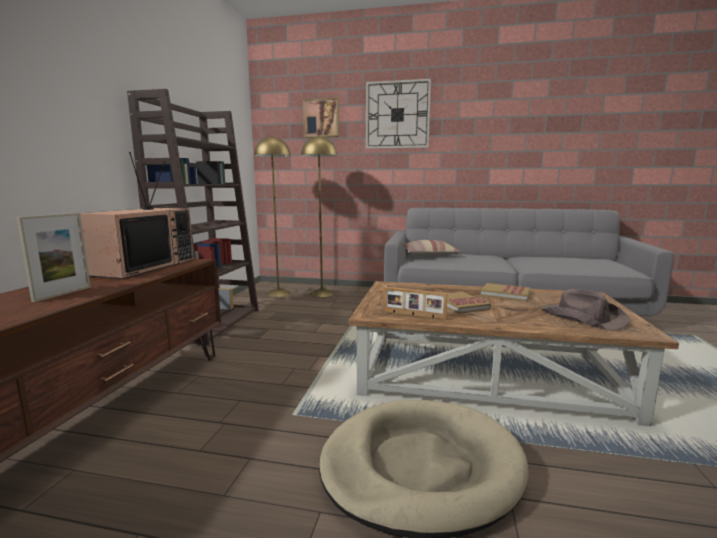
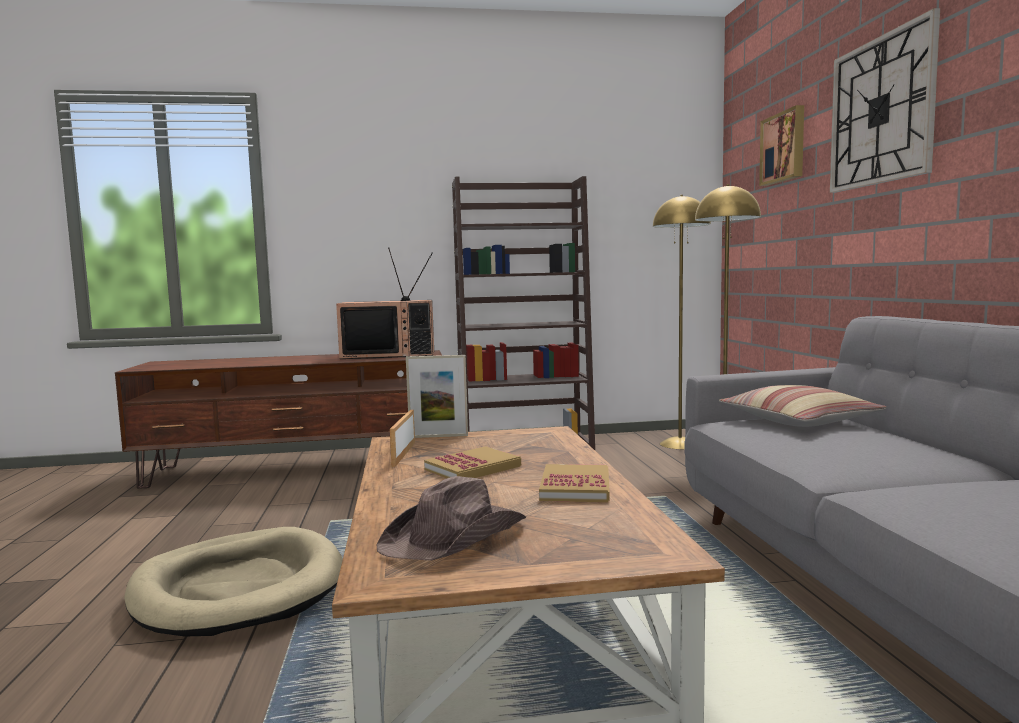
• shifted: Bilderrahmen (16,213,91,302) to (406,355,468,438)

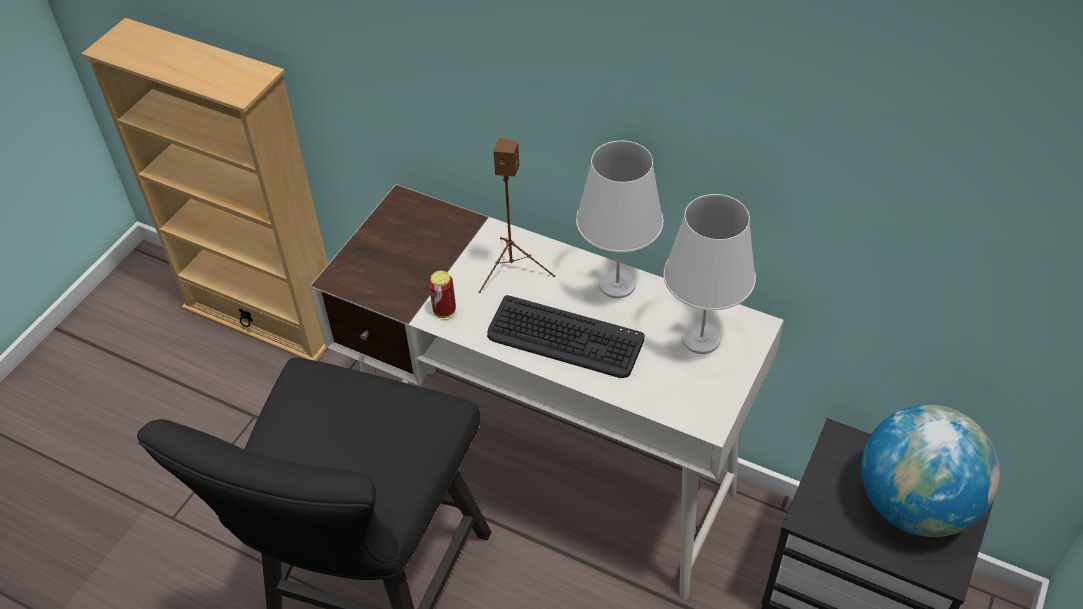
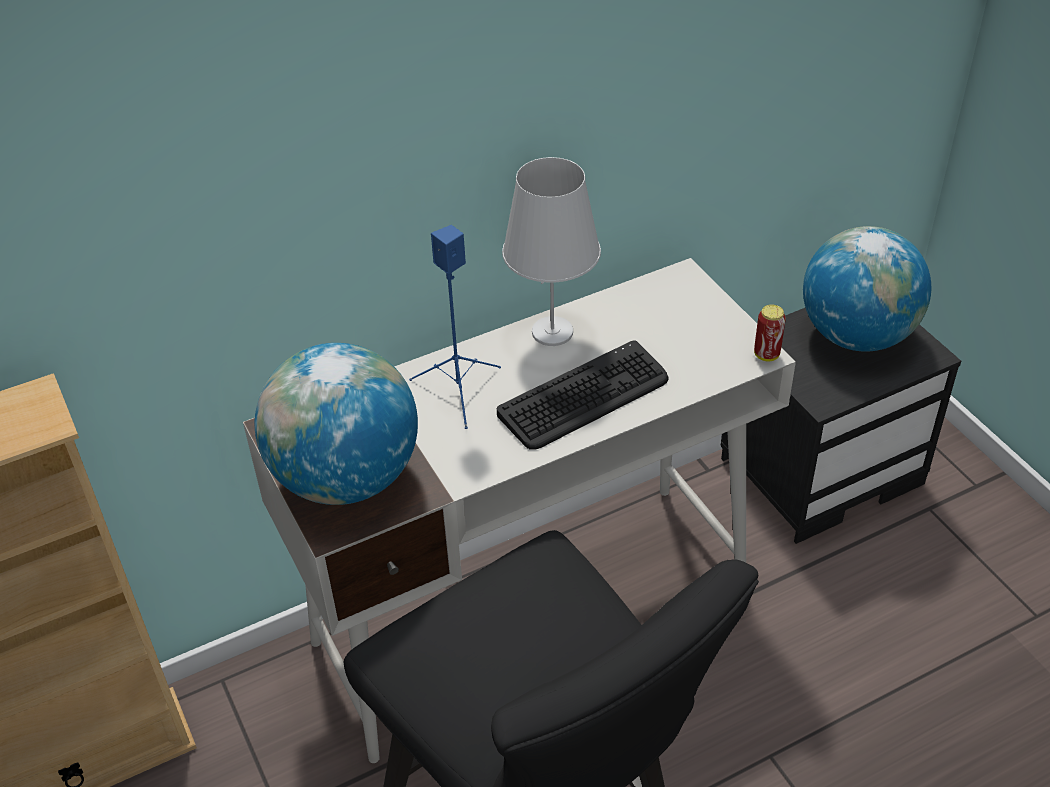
• gone: Tischlampe [weiß] (663,194,756,354)
• new: Globus (255,343,418,505)
• shifted: Dose (429,271,456,318) to (754,305,786,361)
• repainted: Lautsprecher [braun] (479,138,555,293) to Lautsprecher [blau] (409,225,501,429)

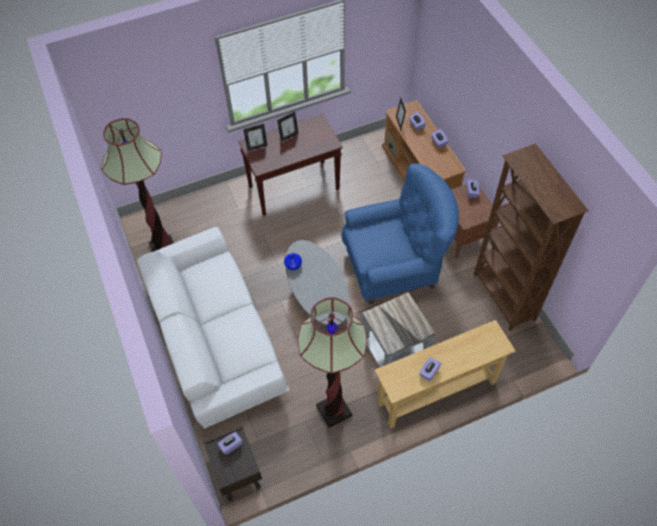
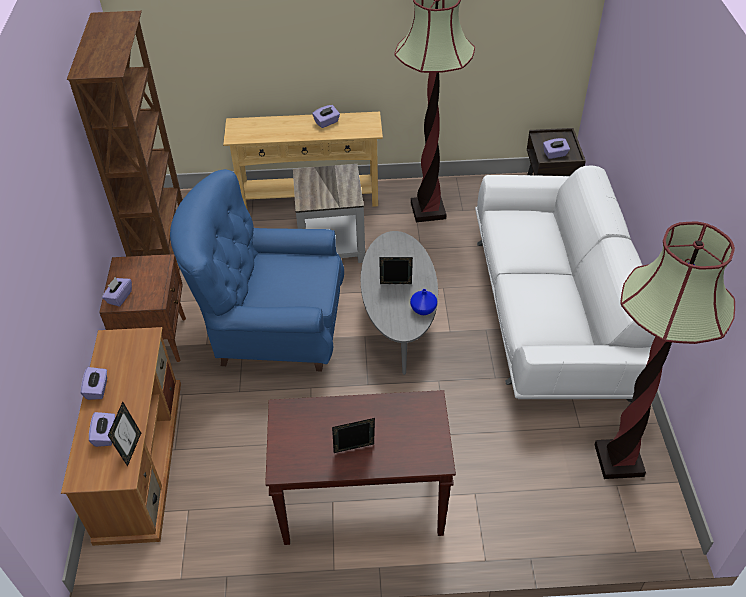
• shifted: Bilderrahmen (243,124,267,151) to (379,257,413,284)

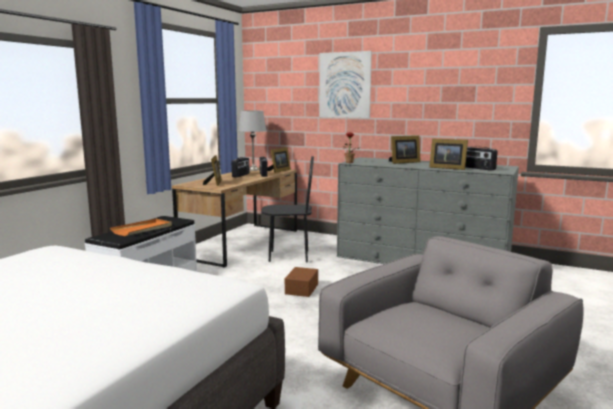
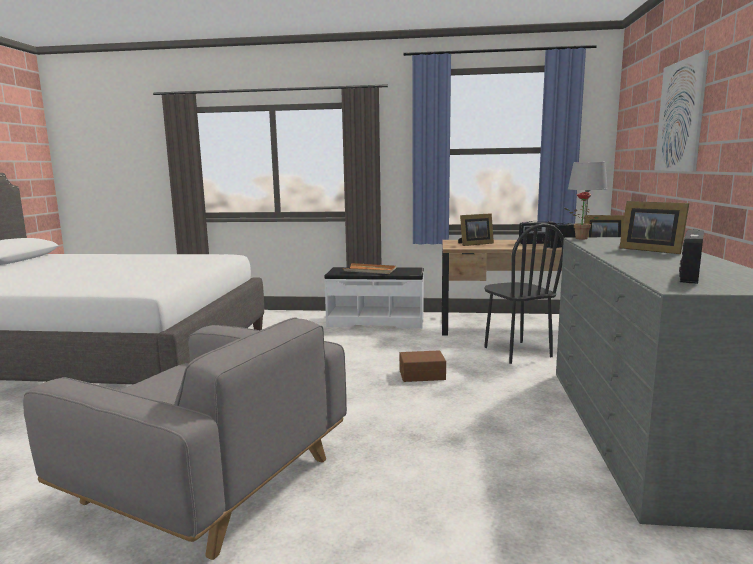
• gone: Bilderrahmen (429,138,468,170)

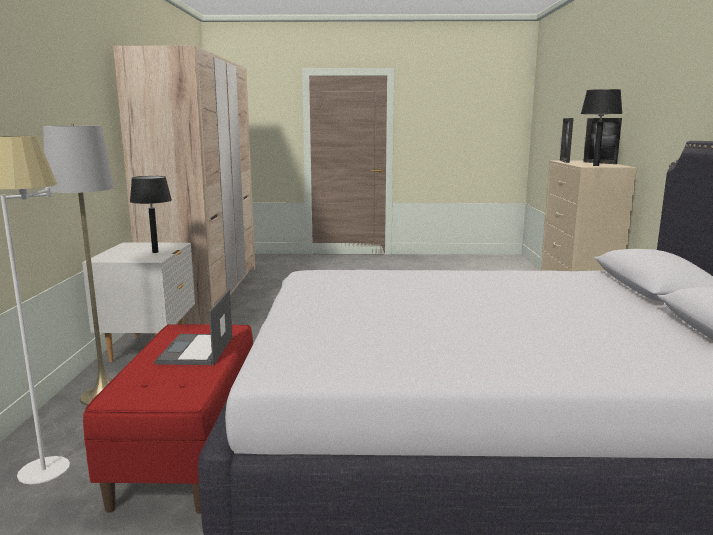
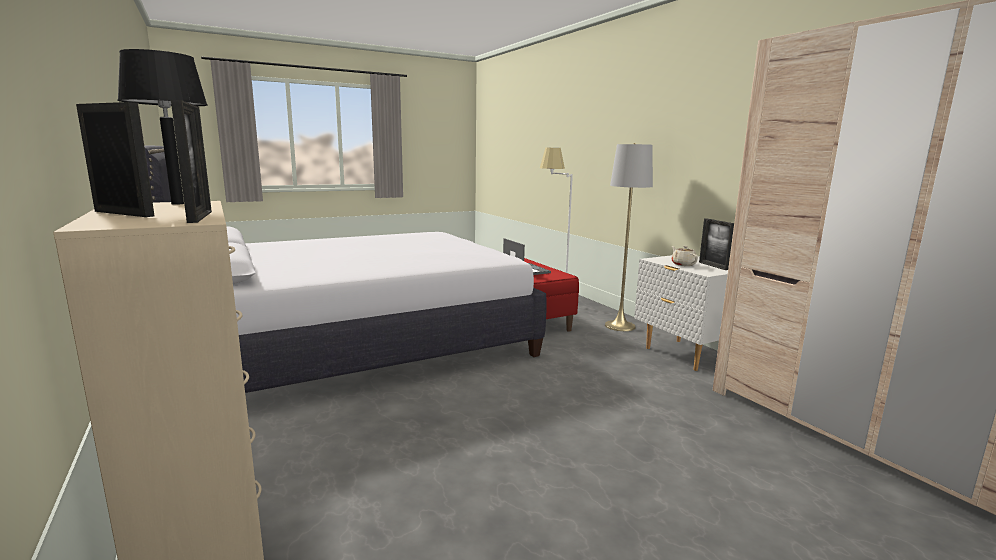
• new: Bilderrahmen (699,219,734,270)
• swapped: Tischlampe [schwarz] (130,176,172,253) to Teekanne [beige] (671,246,698,266)

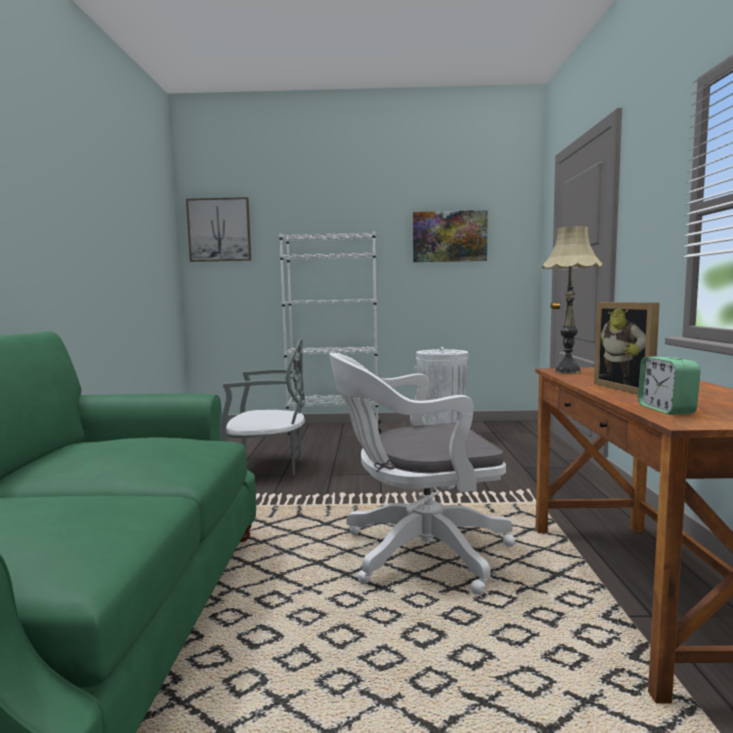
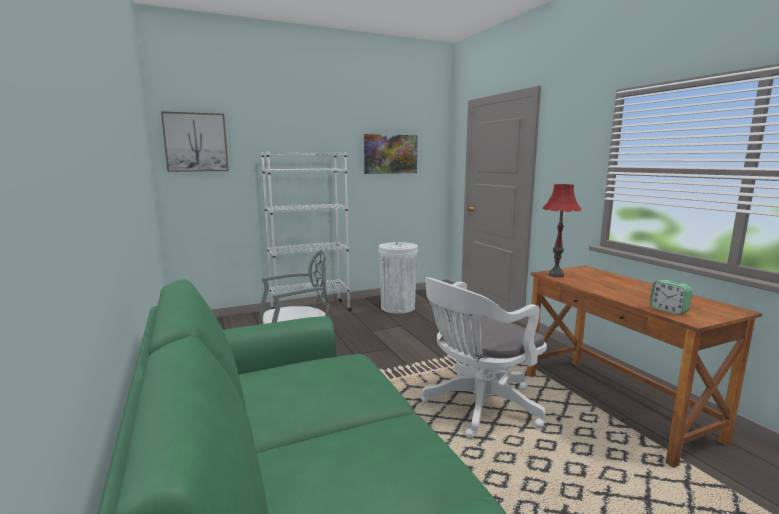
• gone: Bilderrahmen (594,302,660,395)
• repainted: Tischlampe [beige] (542,226,602,374) to Tischlampe [rot] (543,184,582,277)

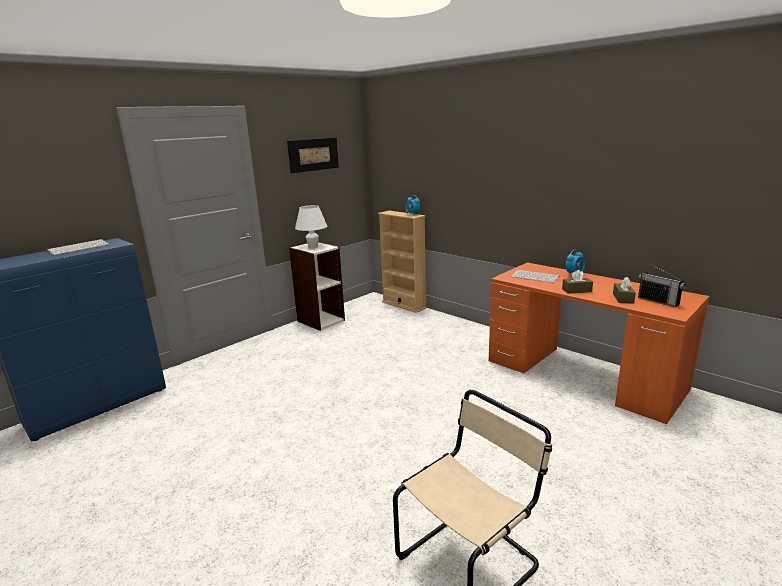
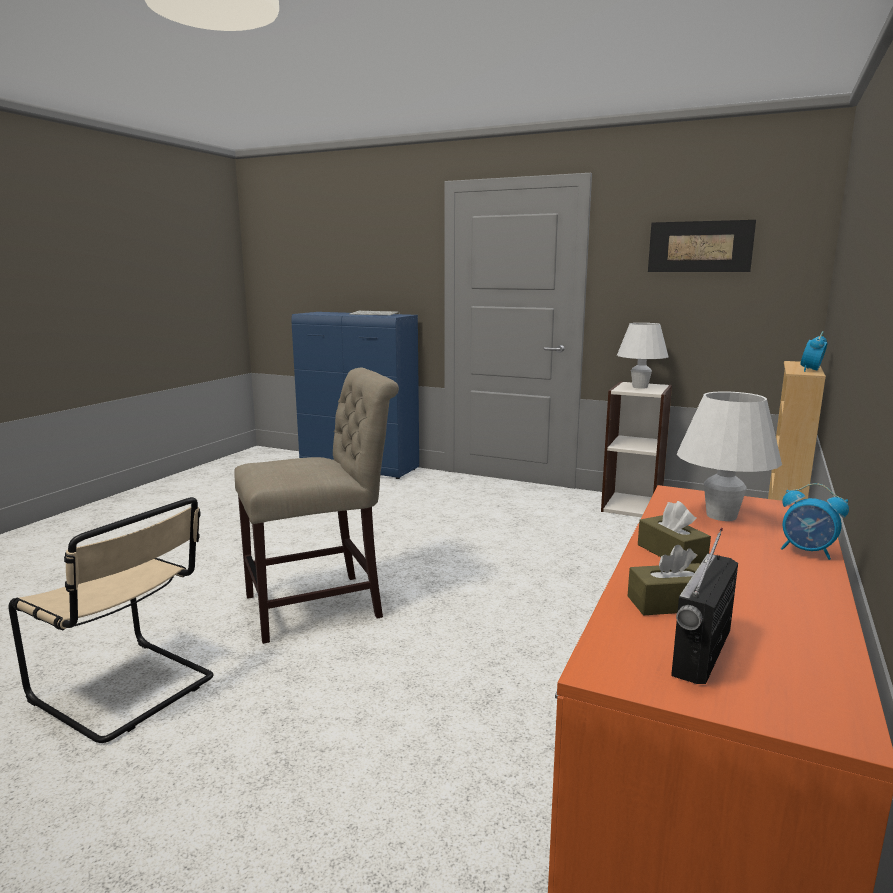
• new: Stuhl [beige] (234,368,399,644)
• swapped: Tastatur (511,270,560,283) to Tischlampe [weiß] (677,391,782,521)

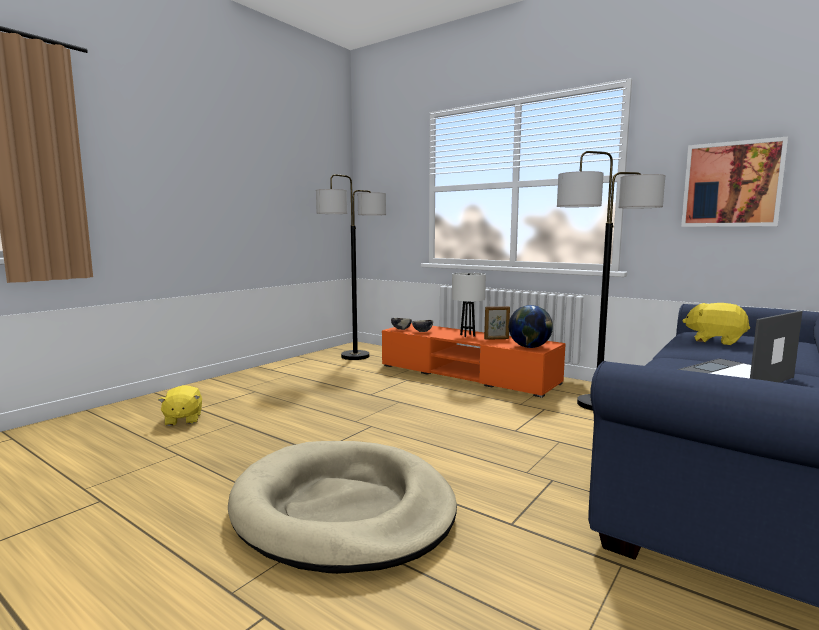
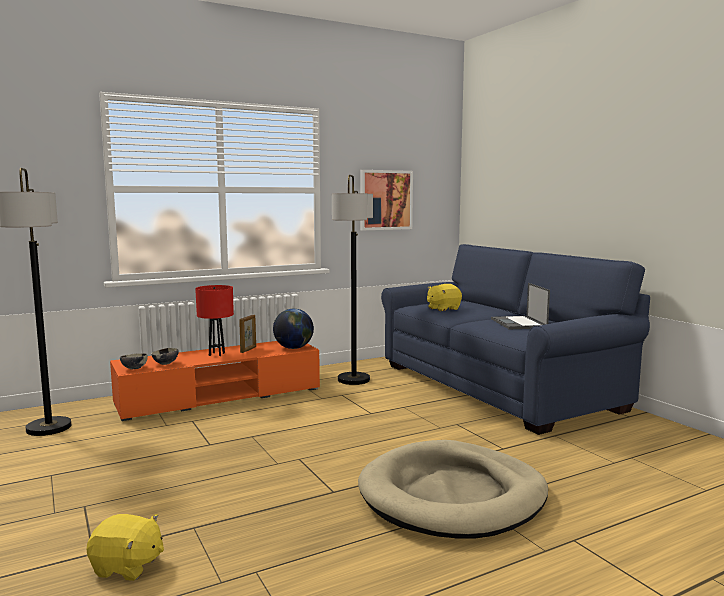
• repainted: Tischlampe [weiß] (452,272,486,337) to Tischlampe [rot] (195,285,234,356)

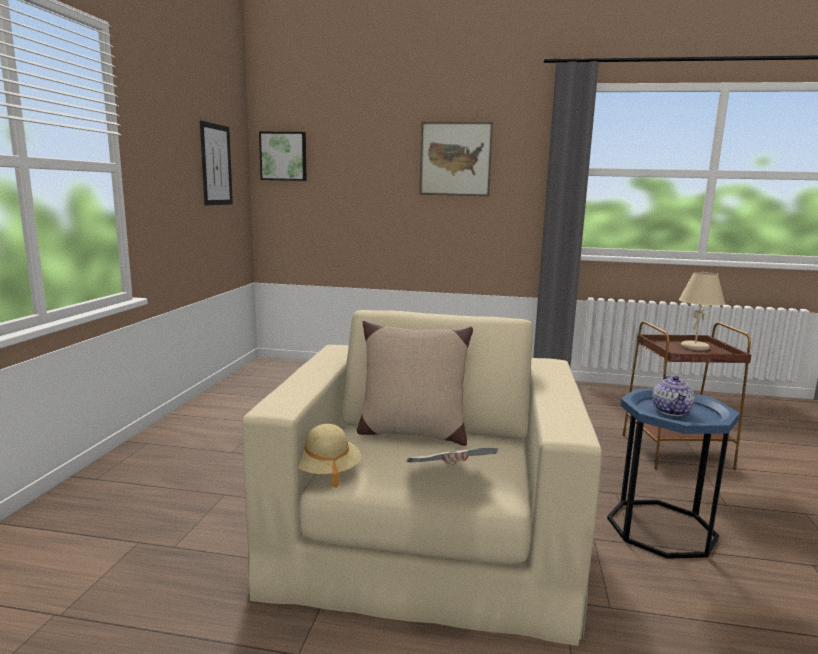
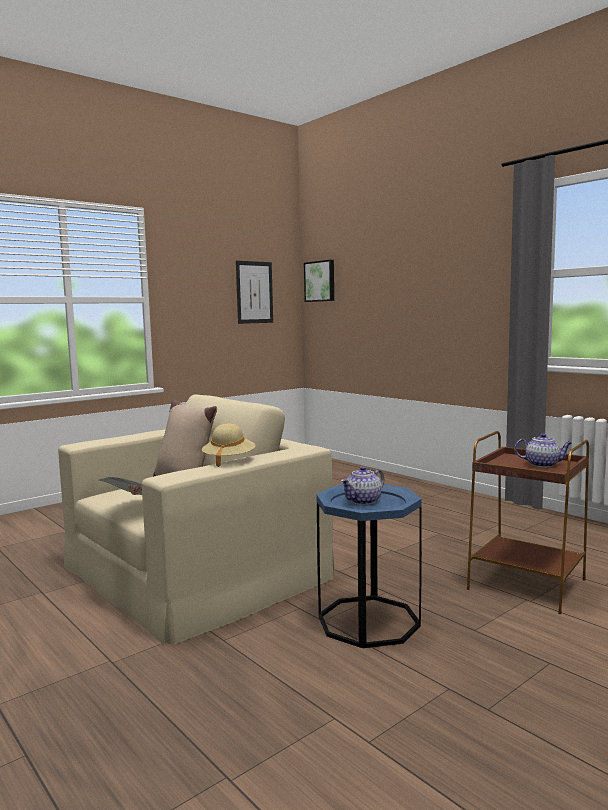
• gone: Bild (419,122,493,196)
• shifted: Hut [beige] (298,424,361,488) to (202,423,256,467)
• swapped: Tischlampe [beige] (679,272,725,351) to Teekanne (514,433,572,467)

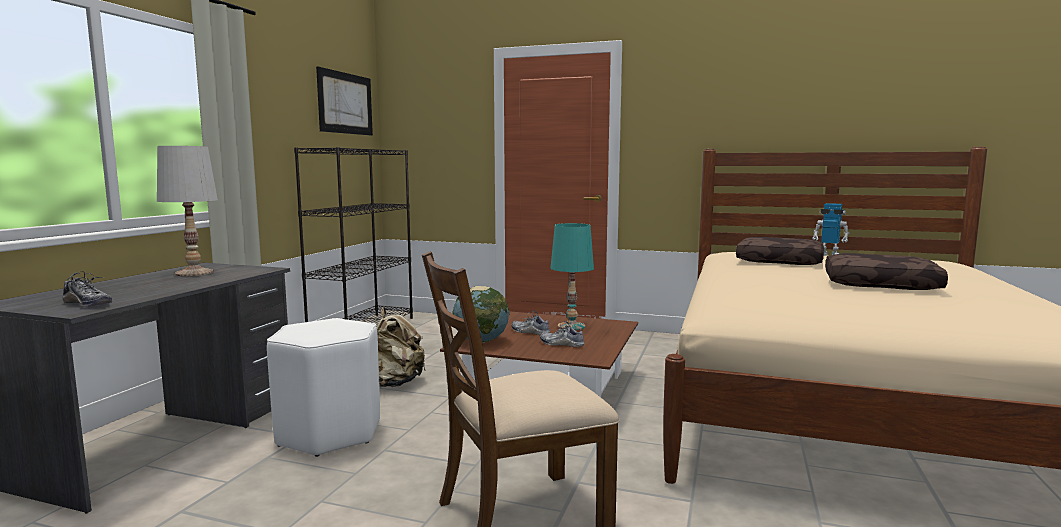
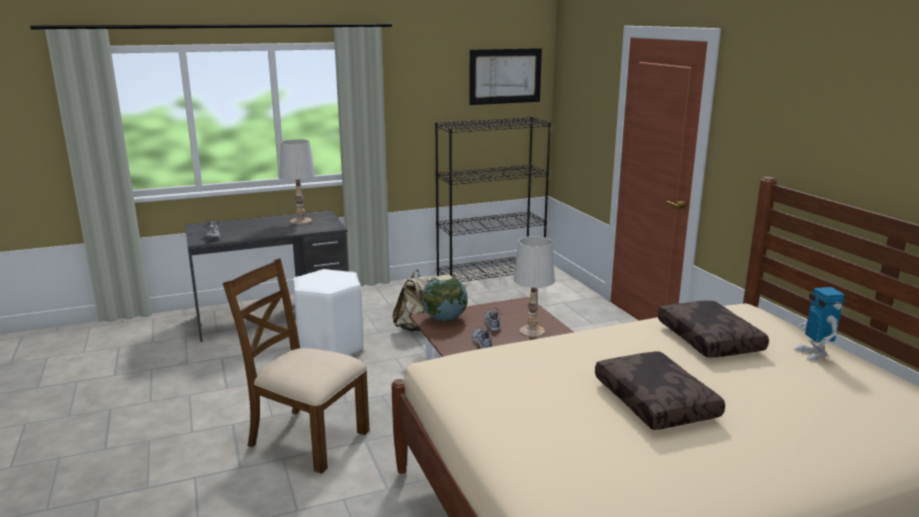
• repainted: Tischlampe [türkis] (550,223,594,330) to Tischlampe [weiß] (514,236,555,337)

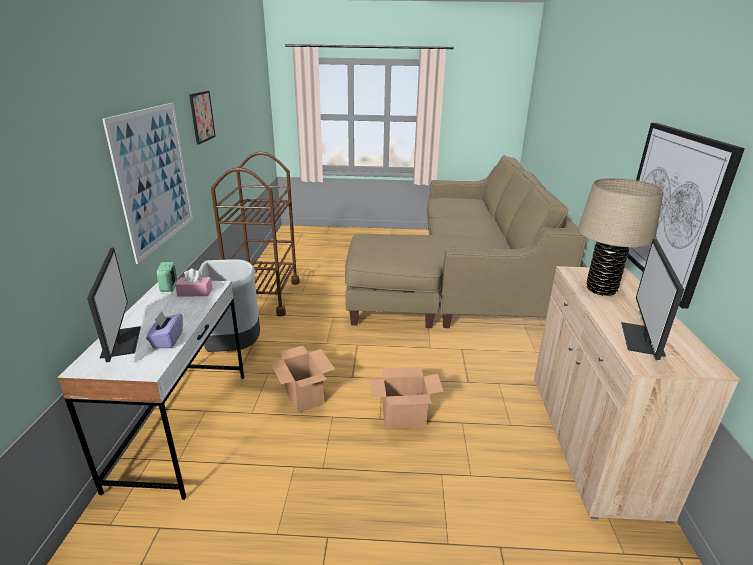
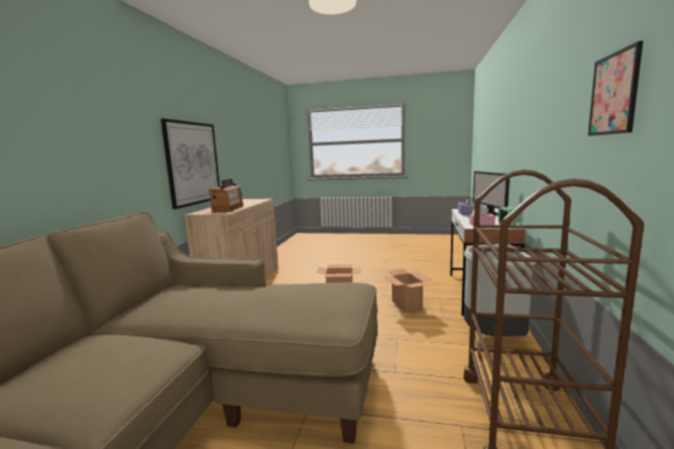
• gone: Bild (102,103,193,264)
• gone: Monitor (621,238,684,360)
• swapped: Tischlampe [beige] (578,178,664,296) to Radio (209,179,244,212)

